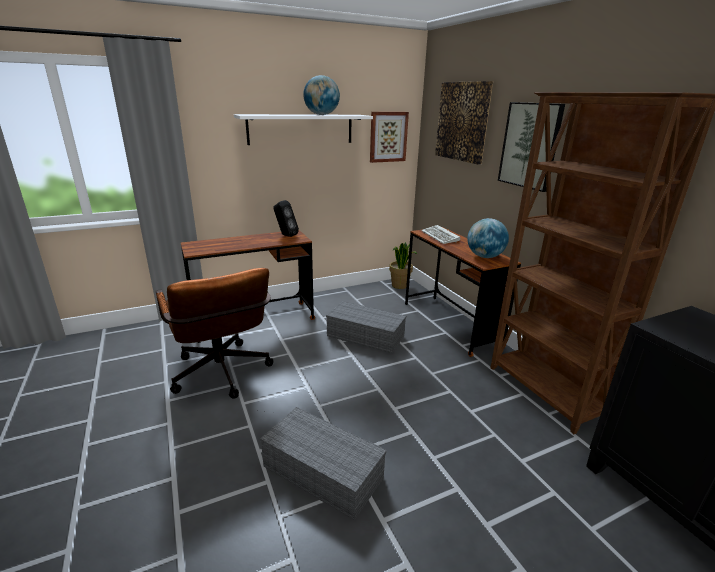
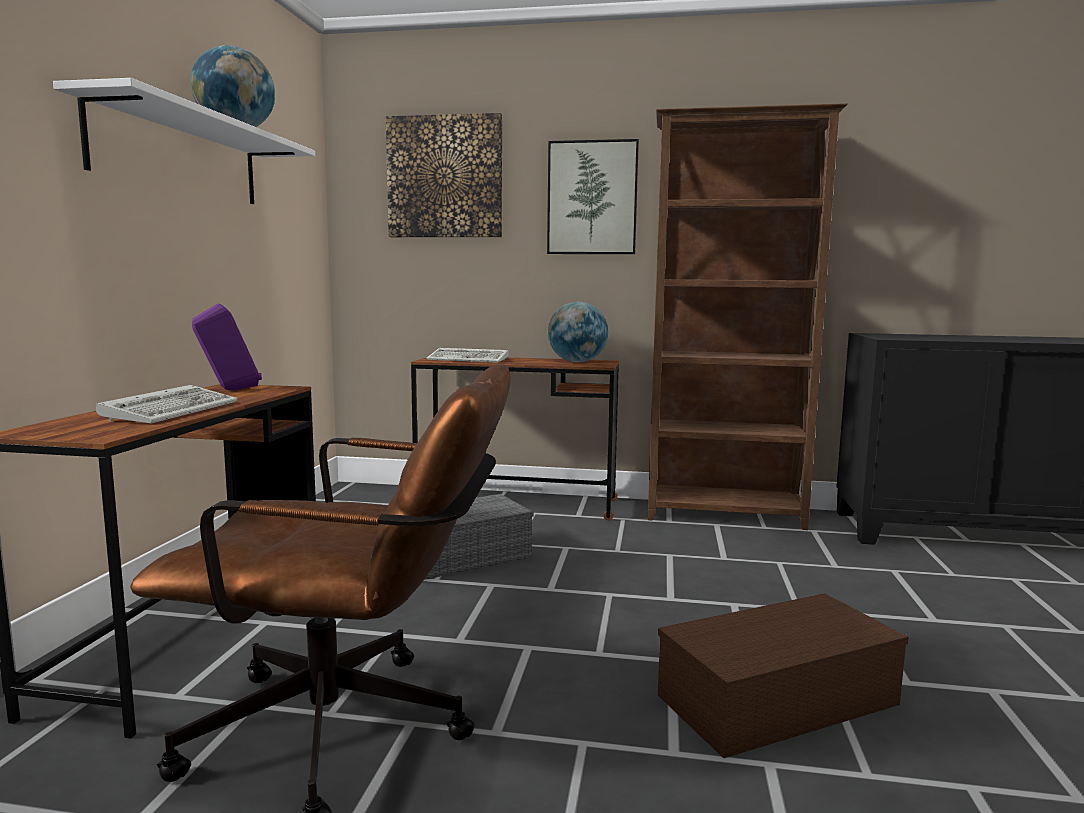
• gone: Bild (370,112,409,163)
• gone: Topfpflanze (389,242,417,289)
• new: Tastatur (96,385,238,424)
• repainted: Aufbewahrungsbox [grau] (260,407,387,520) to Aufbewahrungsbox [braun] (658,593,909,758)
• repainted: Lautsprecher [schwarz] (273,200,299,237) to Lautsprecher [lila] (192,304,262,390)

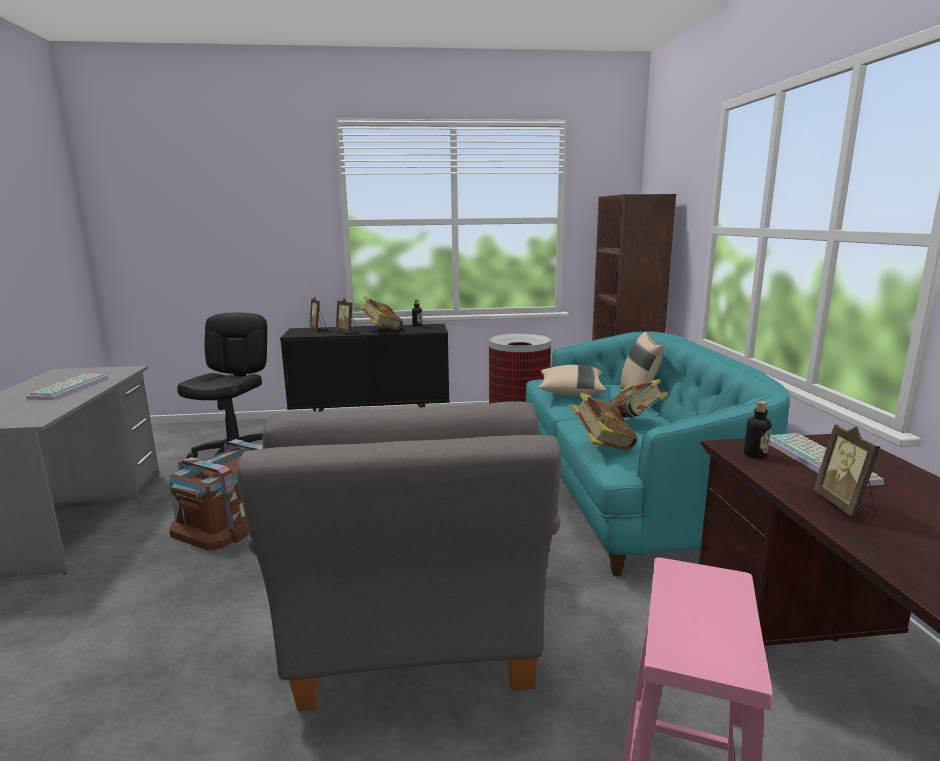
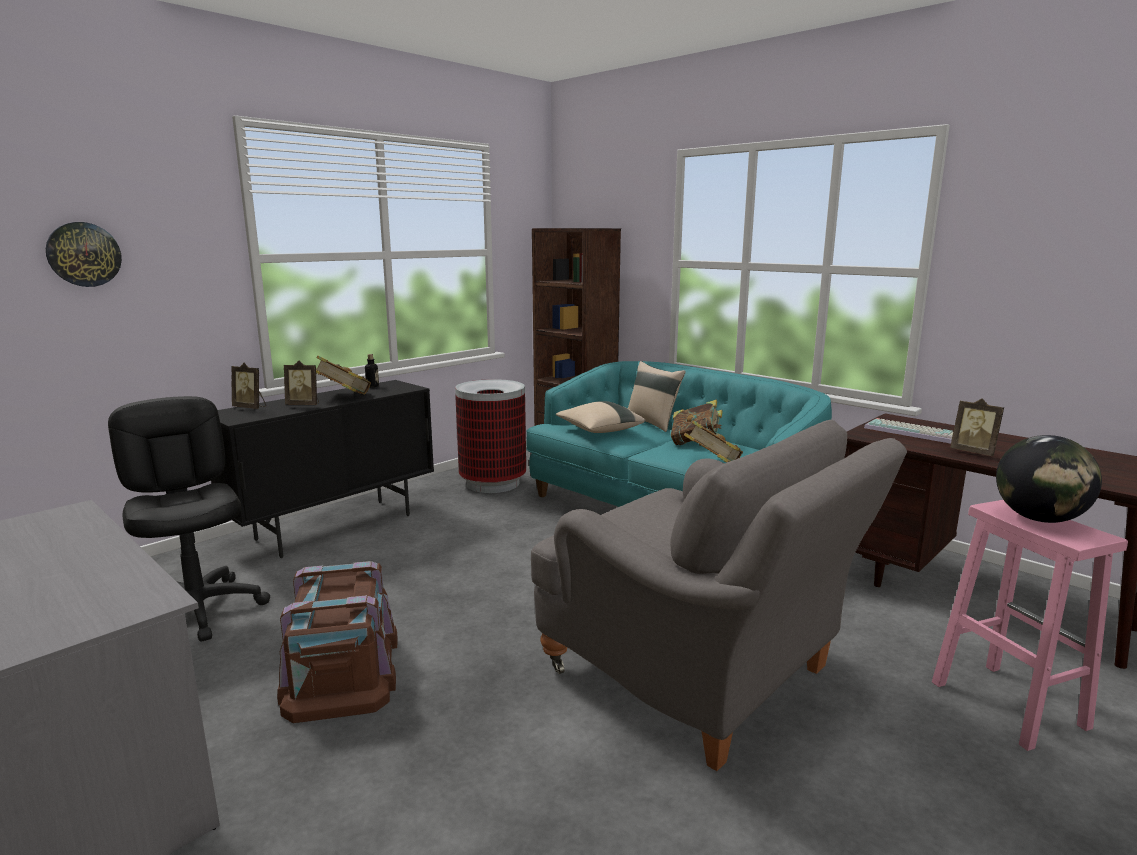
• gone: Tastatur (27,374,108,400)
• gone: Flasche (744,401,771,459)
• new: Wanduhr (46,222,122,287)
• new: Globus (996,435,1102,523)

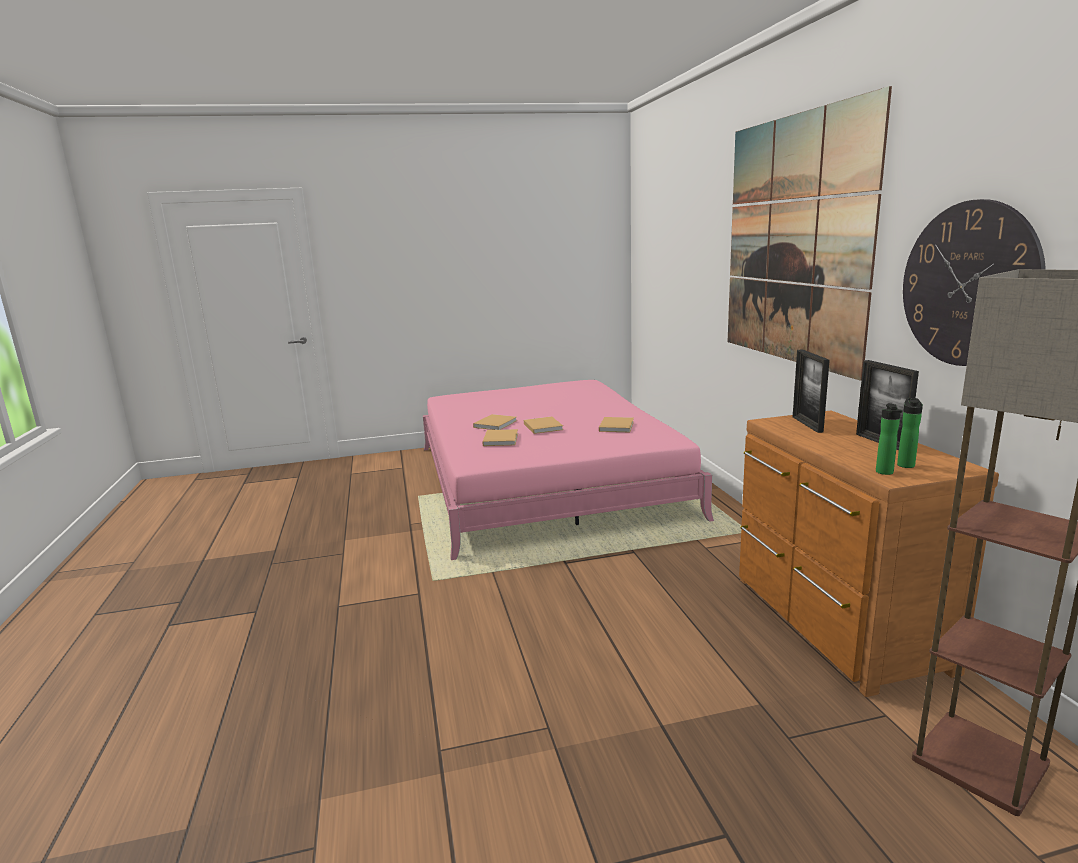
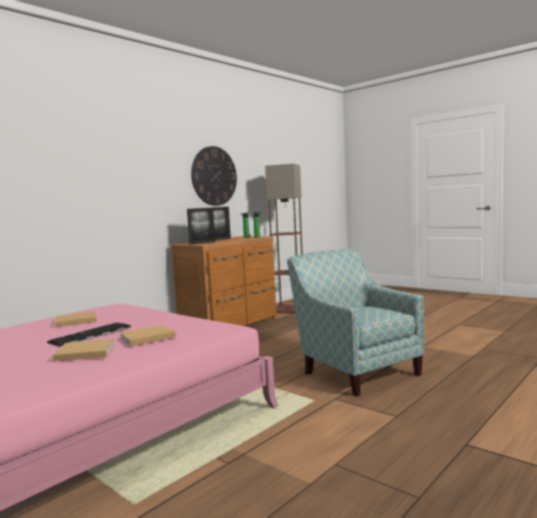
• gone: Bild (728,86,892,381)
• new: Sessel (287,249,425,397)
• swapped: Buch [beige] (524,416,563,434) to Tastatur (47,323,131,347)

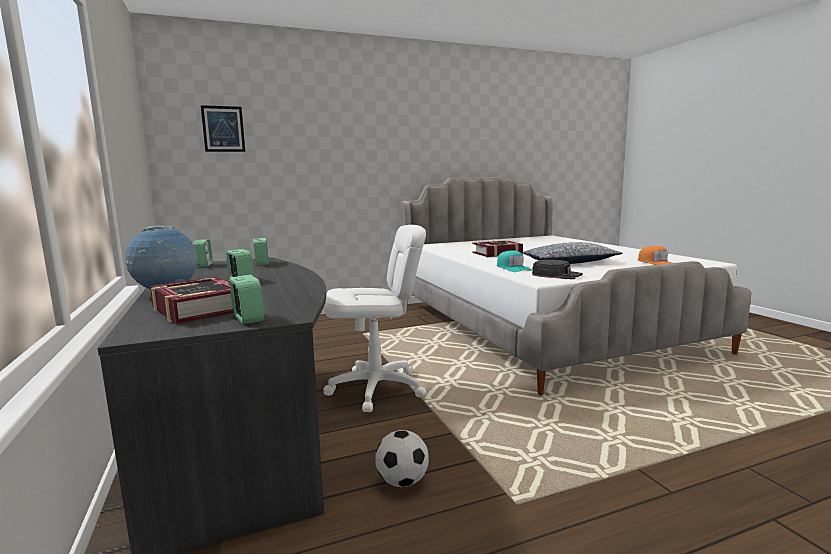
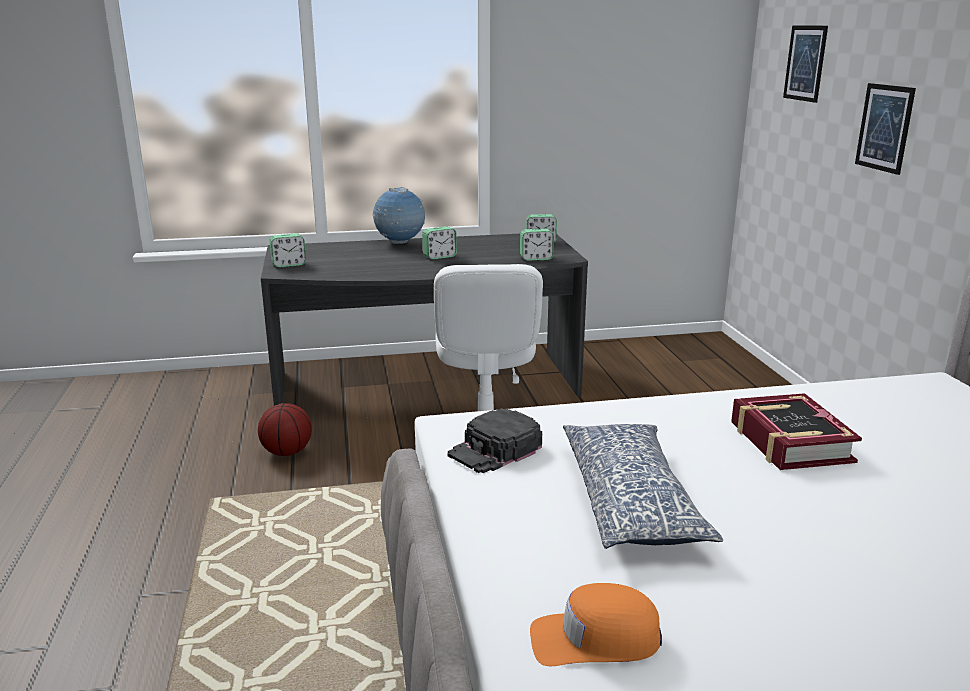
• gone: Buch (150,277,234,324)
• gone: Kappe [türkis] (497,251,532,272)
• new: Bild (855,83,916,175)
• swapped: Fußball (375,430,429,487) to Basketball (258,403,312,456)

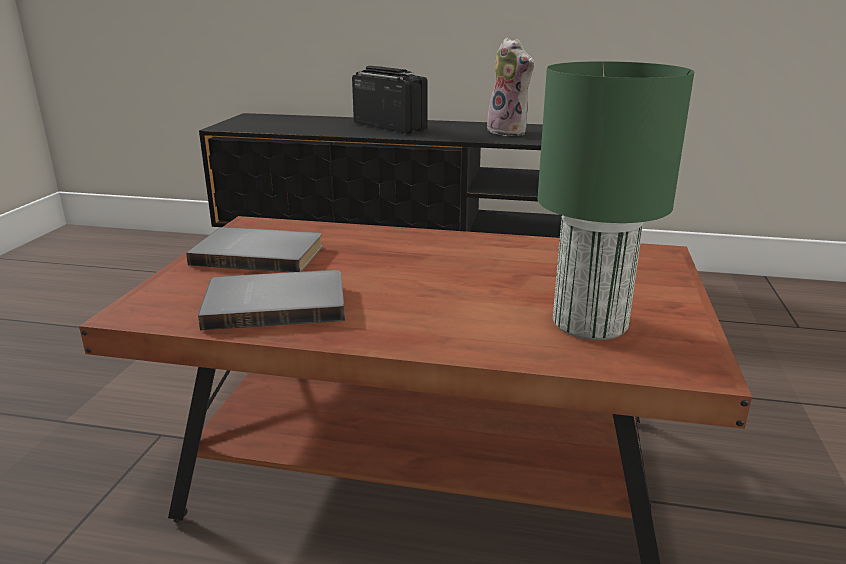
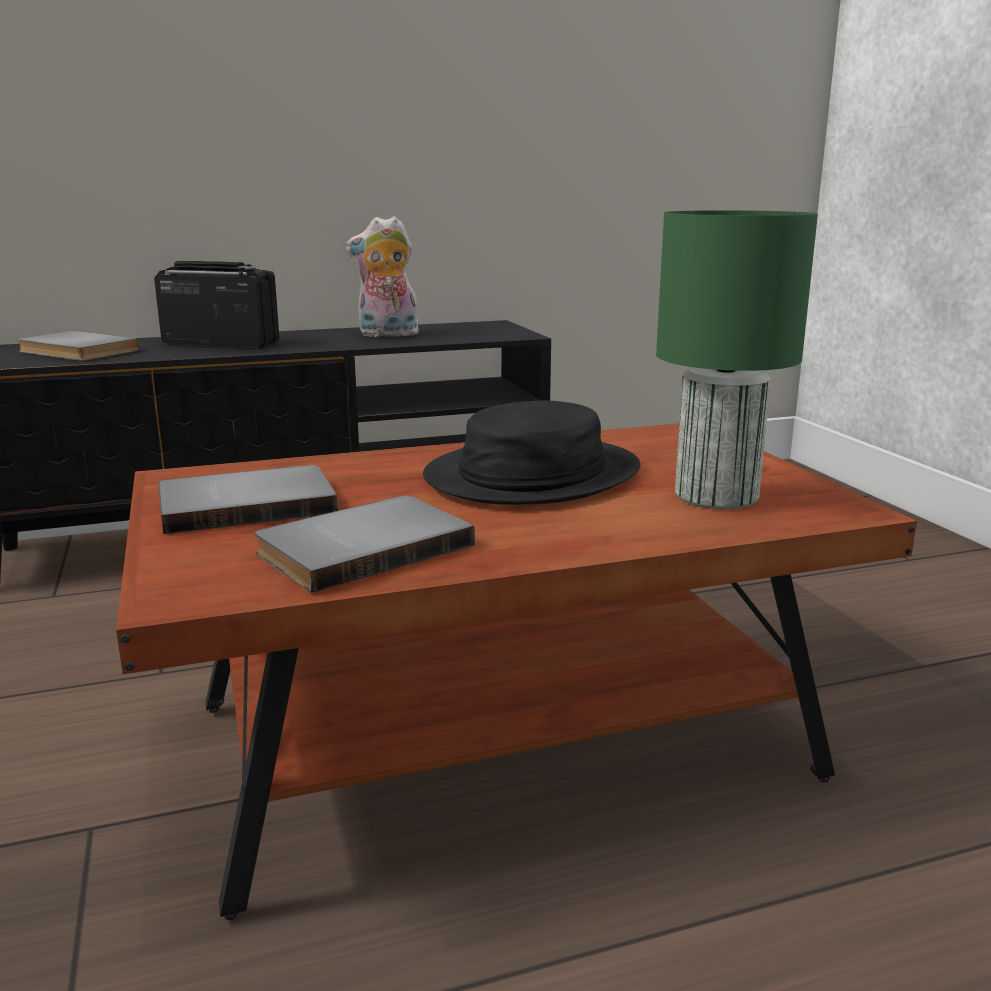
• new: Buch [grau] (17,331,140,361)
• new: Hut [schwarz] (423,401,640,505)
• rotated: Plüschtier (486,38,534,136) = (345,216,419,337) 150 degrees clockwise

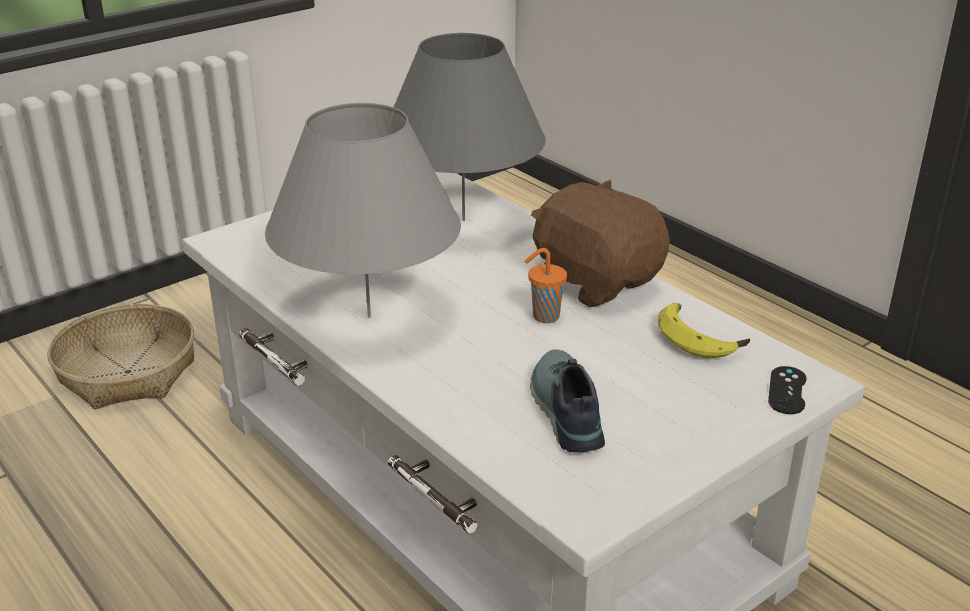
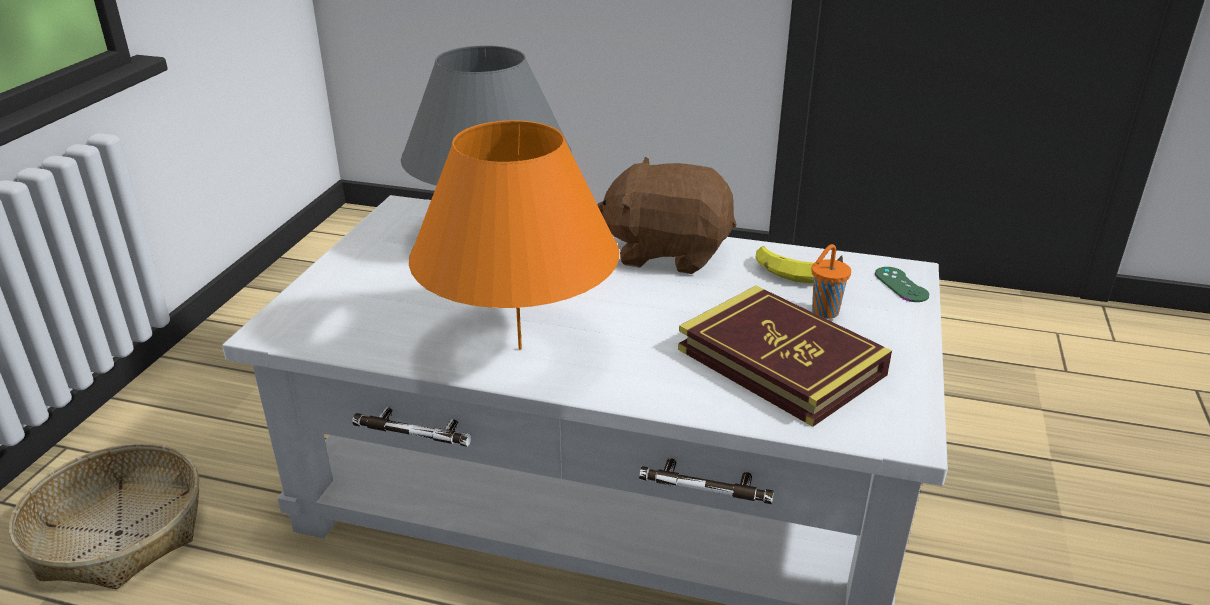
• shifted: Tasse [orange] (525,248,567,323) to (811,244,851,319)
• swapped: Schuh (530,350,605,453) to Buch (678,286,892,427)
• repainted: Tischlampe [grau] (265,103,461,318) to Tischlampe [orange] (409,120,619,350)
• repainted: Gamepad [schwarz] (768,366,807,414) to Gamepad [grün] (875,267,929,302)

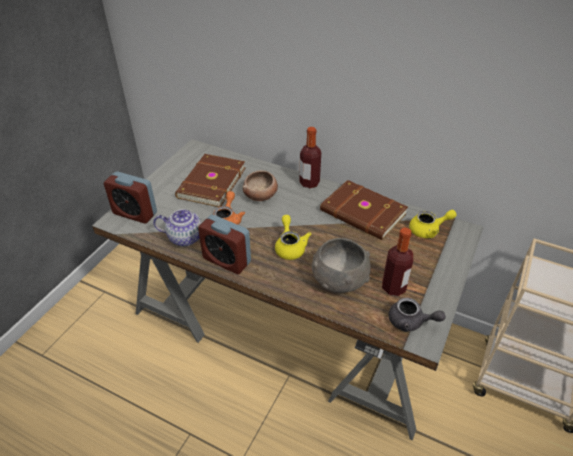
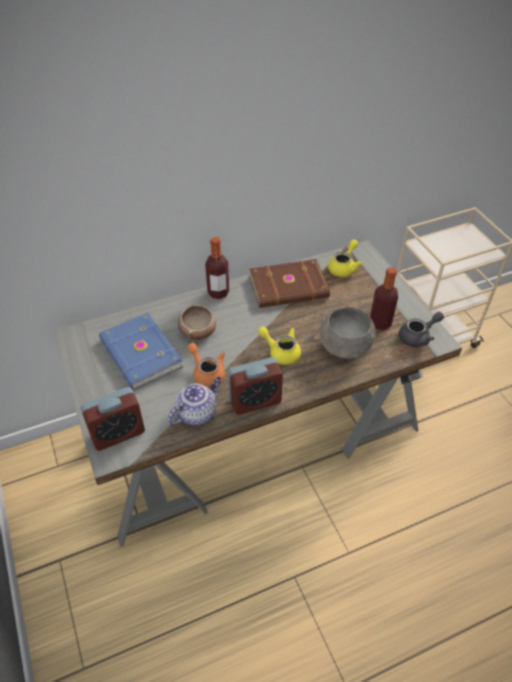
• repainted: Buch [braun] (175,154,245,207) to Buch [blau] (99,313,183,390)

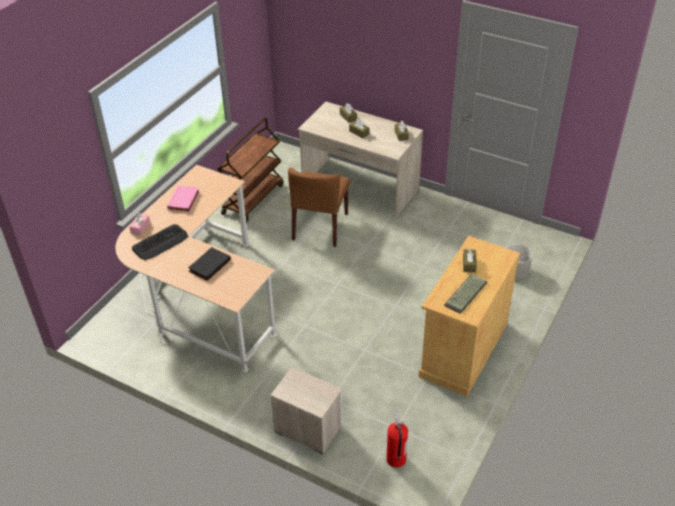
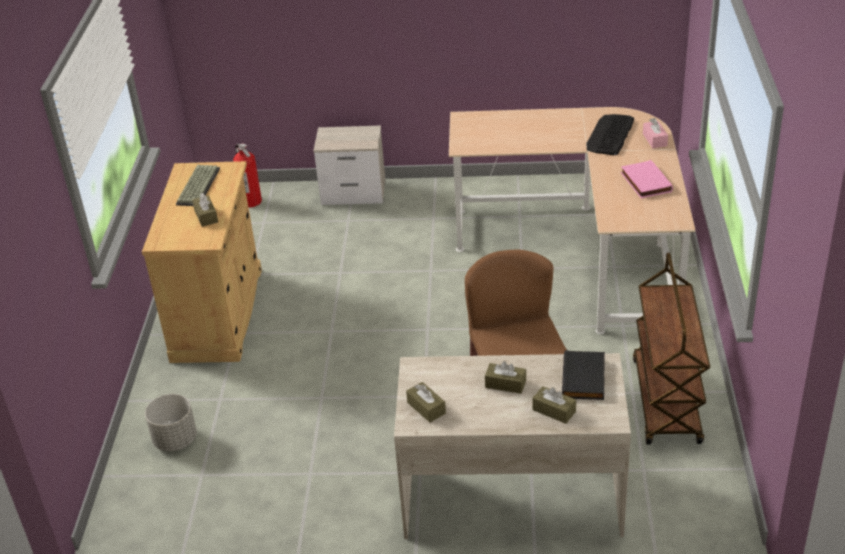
• shifted: Buch [schwarz] (188,247,231,281) to (562,350,605,400)

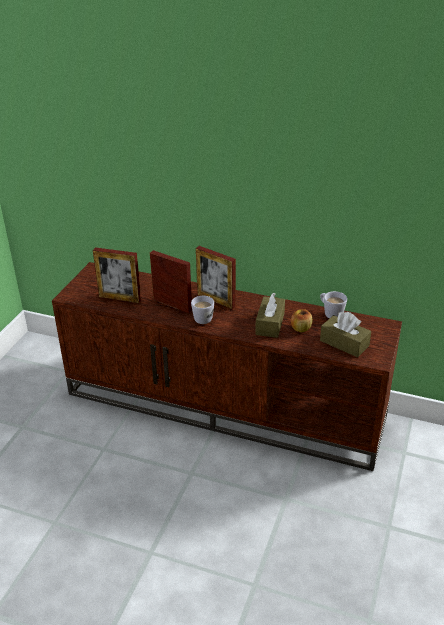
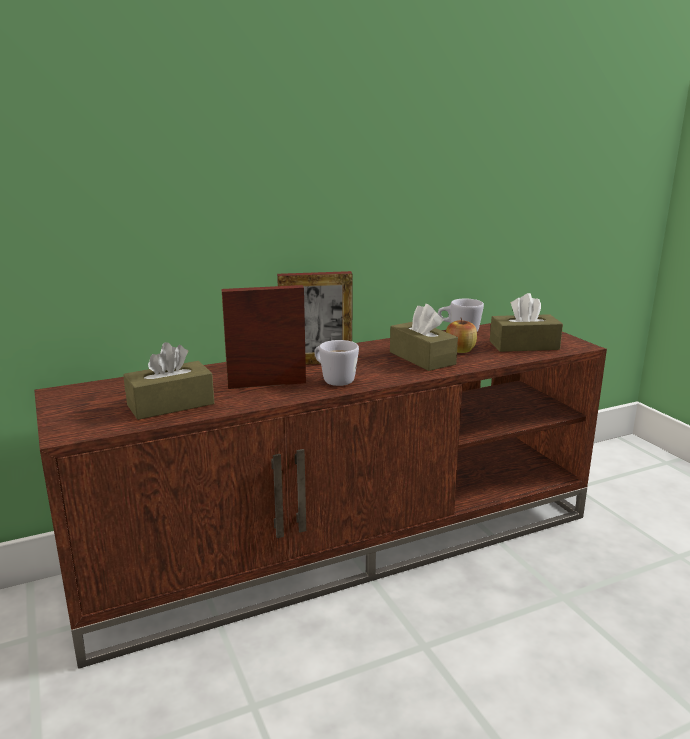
• swapped: Bilderrahmen (93,247,141,303) to Taschentuchbox [braun] (124,342,214,420)

